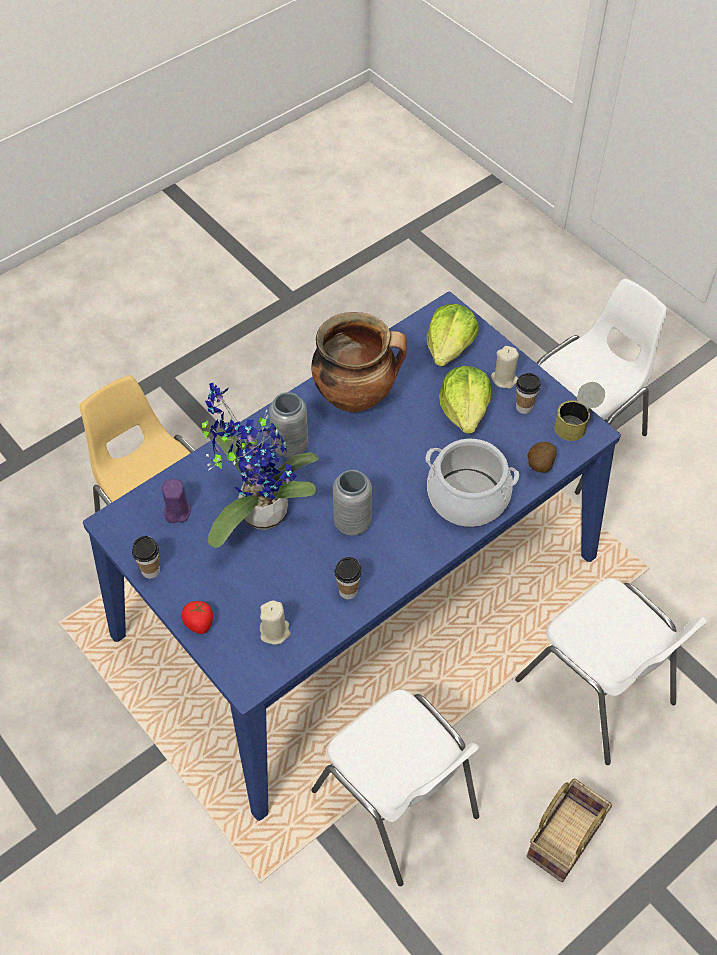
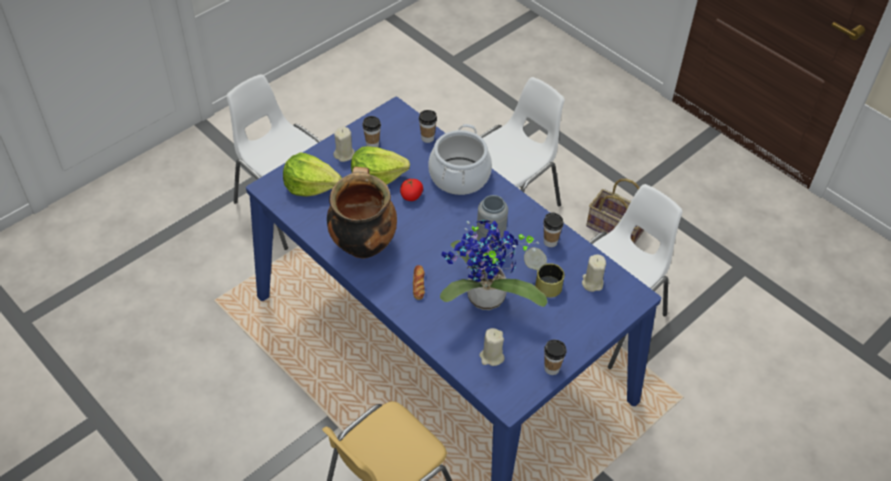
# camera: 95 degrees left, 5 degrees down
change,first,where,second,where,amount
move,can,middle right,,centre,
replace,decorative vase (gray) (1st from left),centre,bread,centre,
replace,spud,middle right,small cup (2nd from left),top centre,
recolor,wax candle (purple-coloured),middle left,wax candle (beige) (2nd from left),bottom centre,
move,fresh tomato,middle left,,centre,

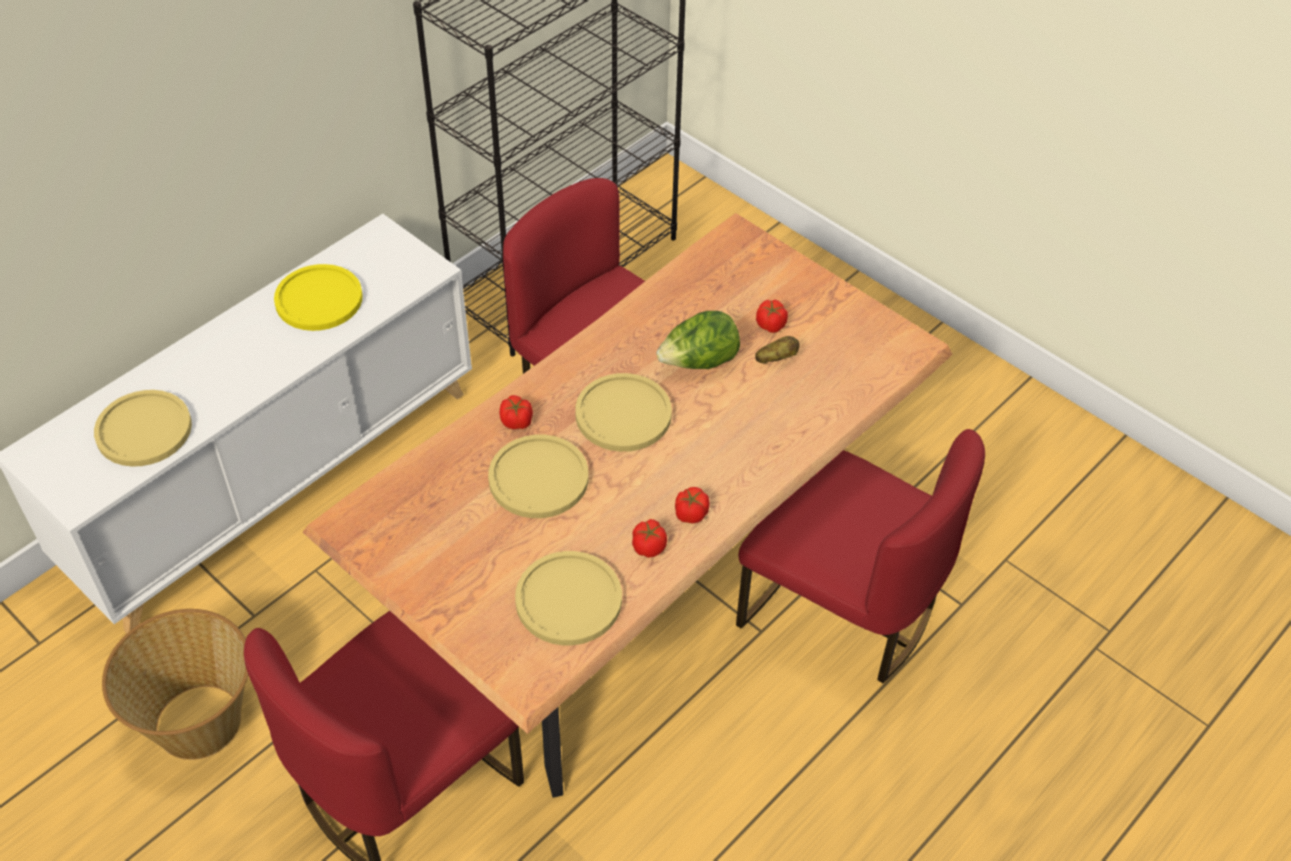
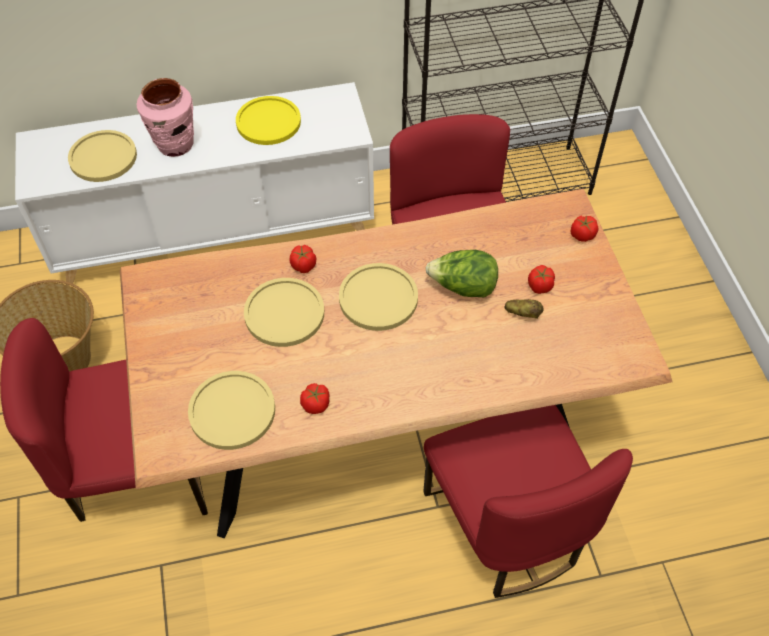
# camera: 35 degrees right, 5 degrees up
change,first,where,second,where,amount
move,fresh tomato (3rd from left in the first image),centre,fresh tomato (4th from left),middle right,
insert,,,decorative vase (pink-coloured),top left,

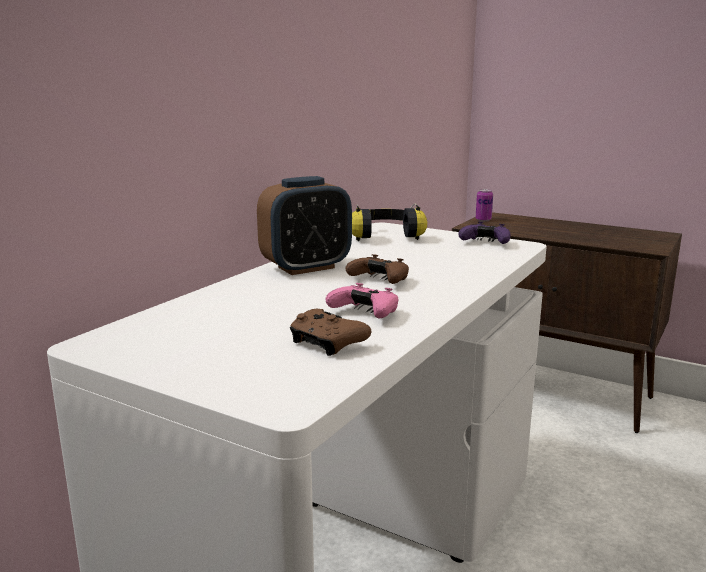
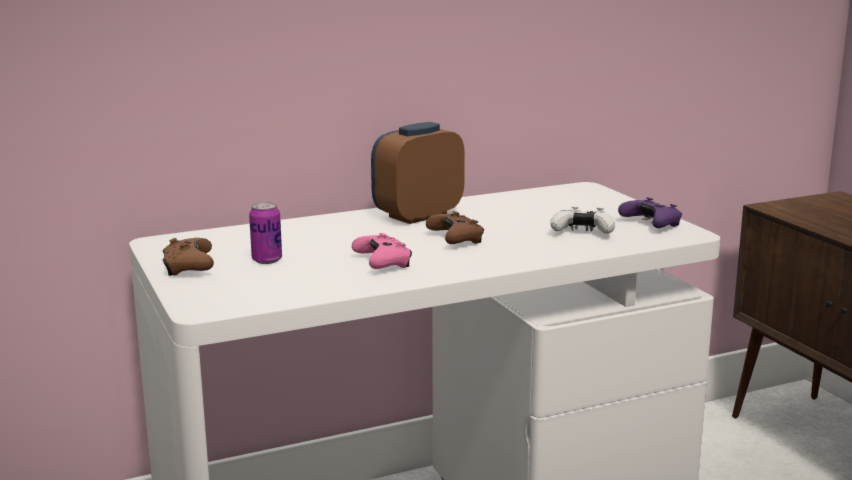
# camera: 35 degrees right, 0 degrees up
change,first,where,second,where,amount
rotate,alarm clock,centre,,centre,135 degrees clockwise
move,can,middle right,,middle left,
delete,headset,centre,,,
move,joypad (brown-coloured) (1st from left),centre,,middle left,
insert,,,joypad (white-coloured),middle right,

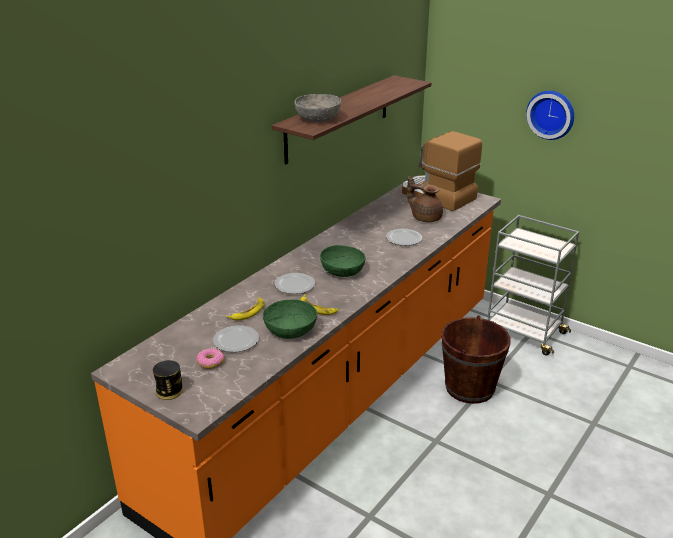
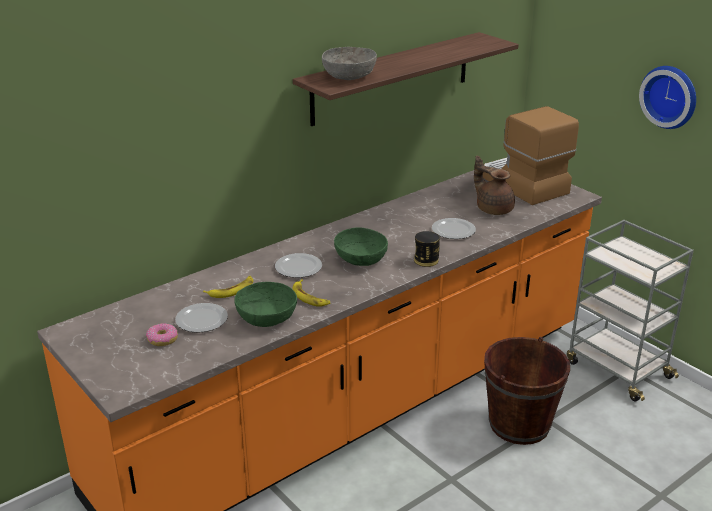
# camera: 15 degrees right, 0 degrees up
change,first,where,second,where,amount
move,can,bottom left,,centre,

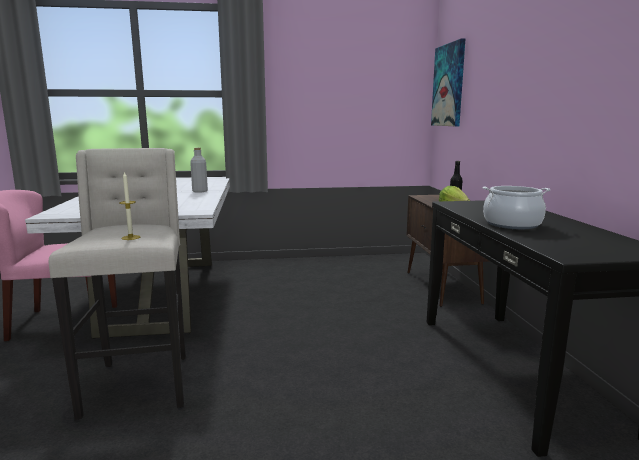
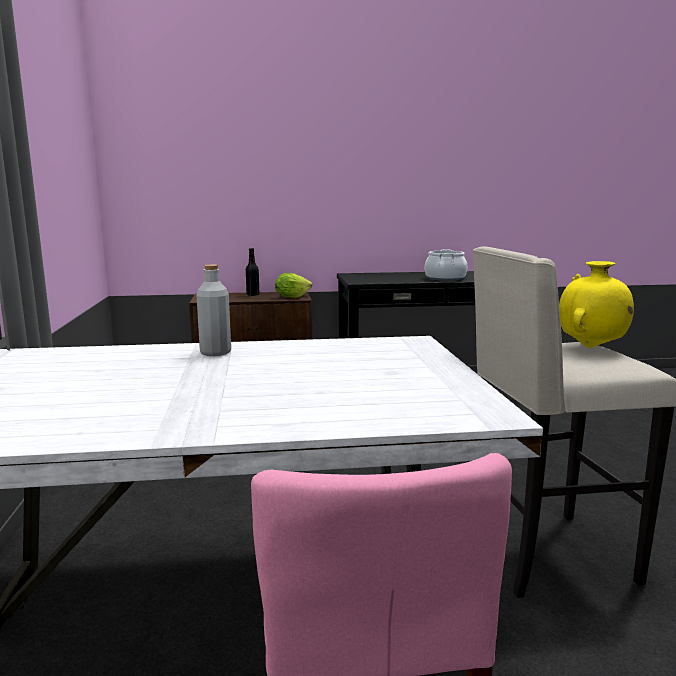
# camera: 90 degrees left, 0 degrees up
change,first,where,second,where,amount
delete,picture,top right,,,
replace,wax candle,middle left,decorative vase (yellow-coloured),middle right,

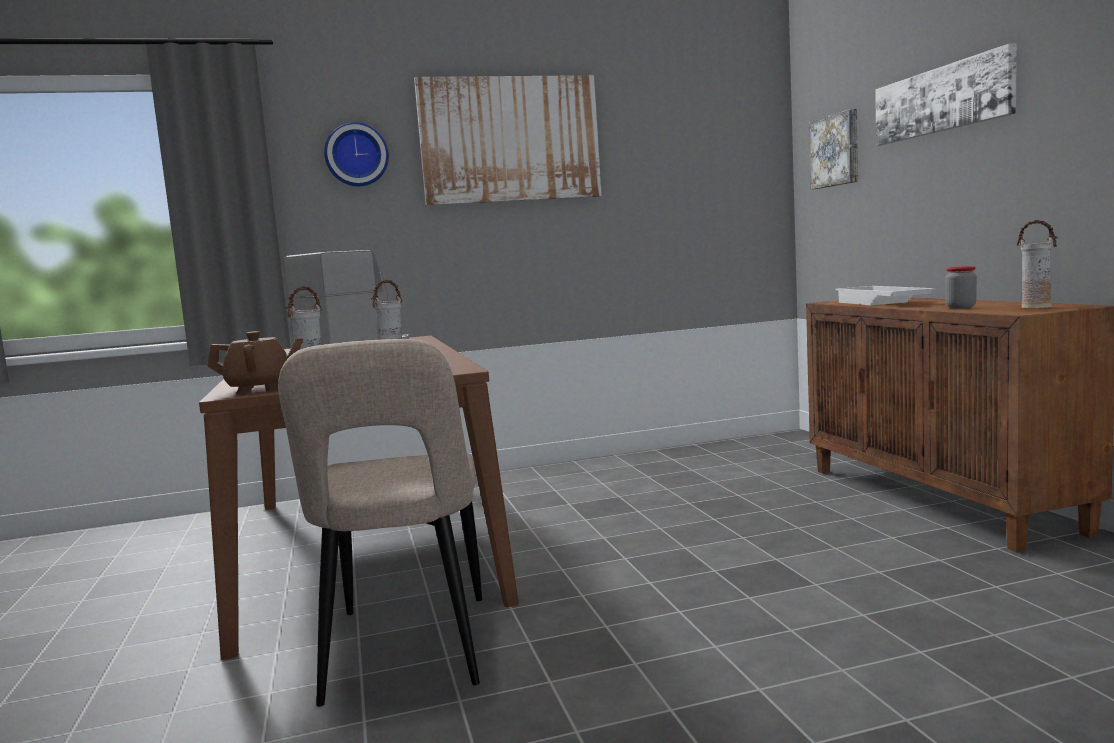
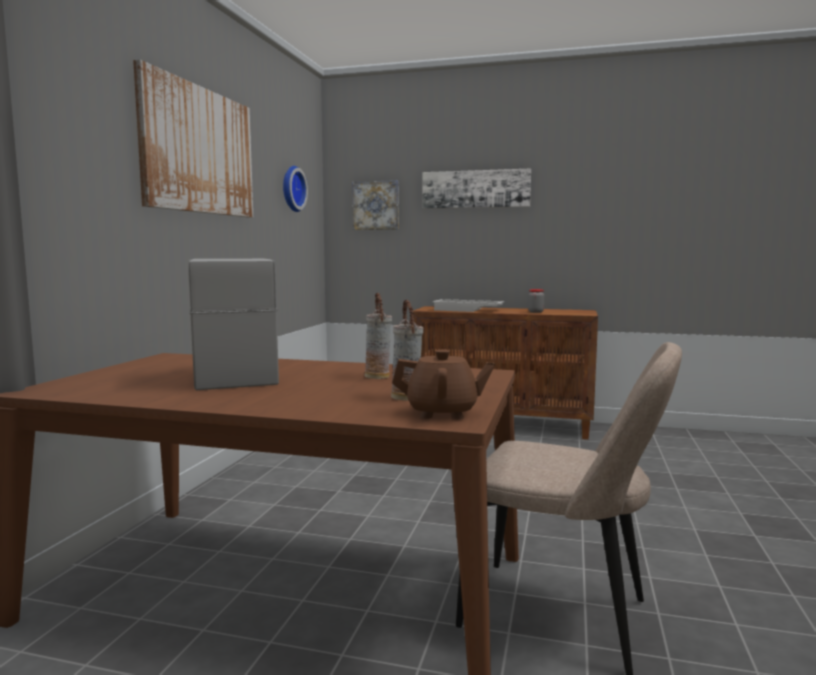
# camera: 60 degrees left, 0 degrees up
change,first,where,second,where,amount
move,clock on the wall,top left,,top centre,
delete,decorative vase (3rd from left),middle right,,,
rotate,teapot (brown-coloured),middle left,,centre,75 degrees clockwise

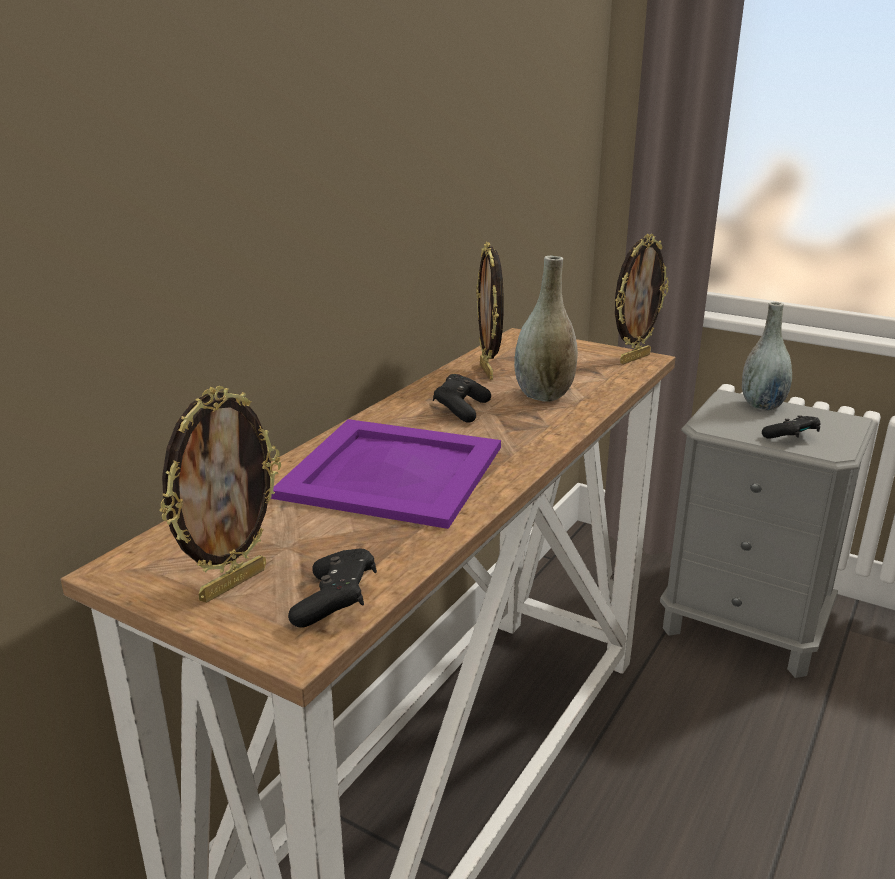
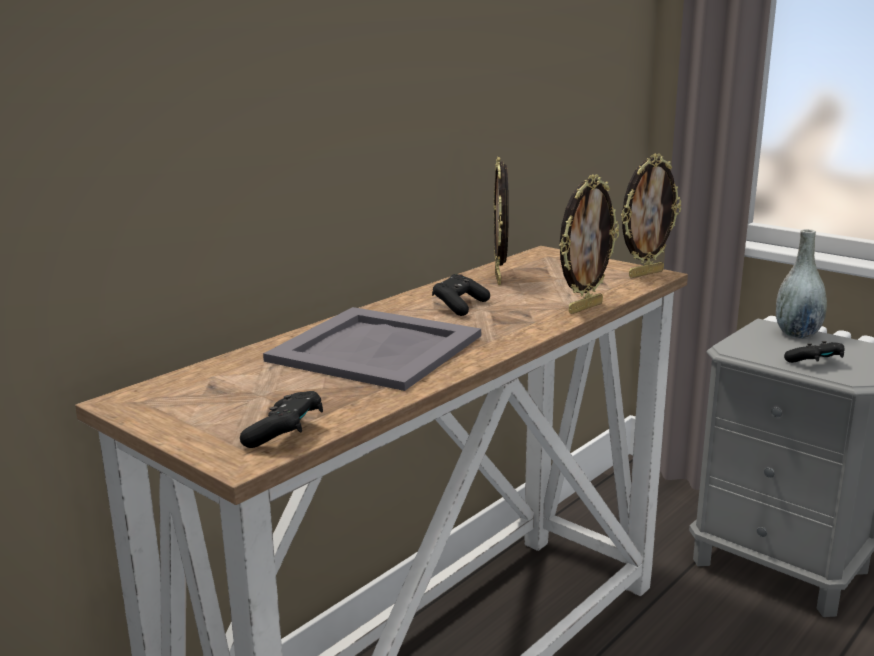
# camera: 10 degrees right, 5 degrees down
change,first,where,second,where,amount
delete,decorative vase (gray) (1st from left),centre,,,
move,standing frame (1st from left in the first image),middle left,standing frame (2nd from left),middle right,
recolor,tray (purple-coloured),centre,tray (gray),centre,

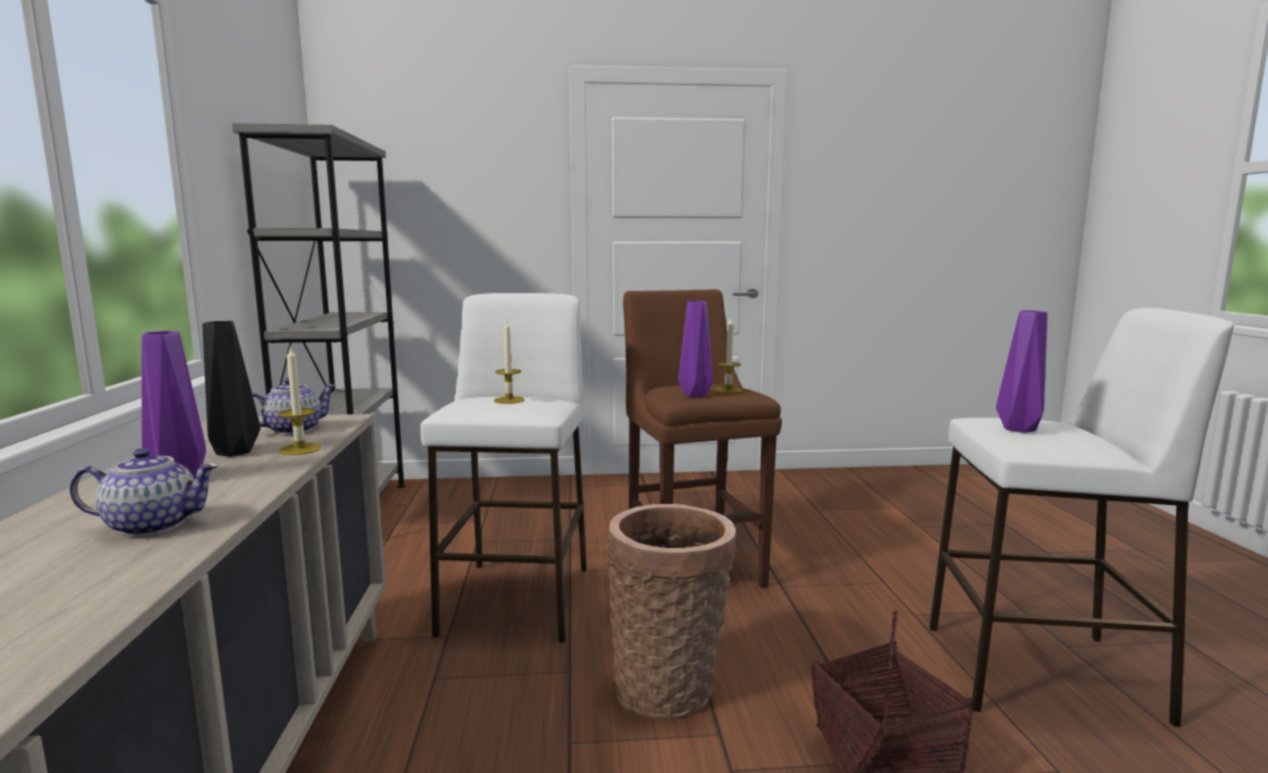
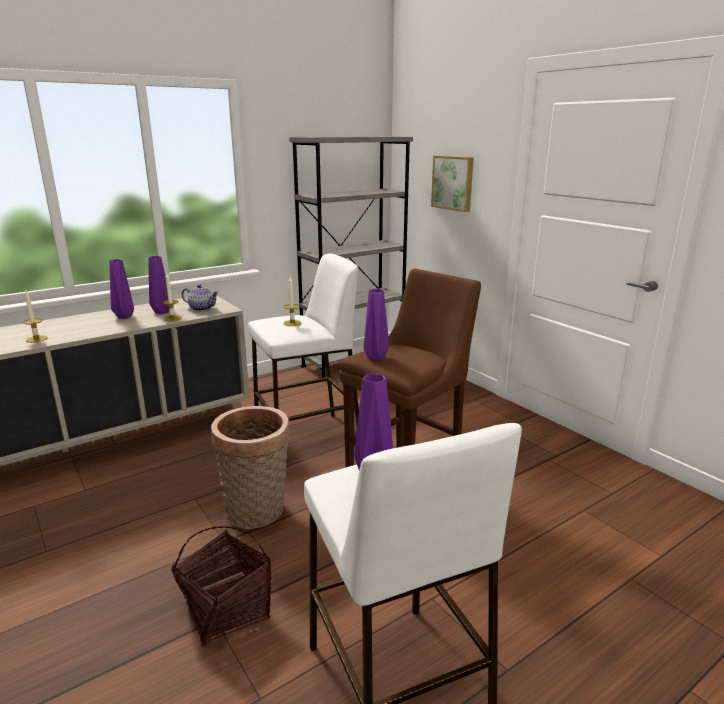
# camera: 60 degrees right, 10 degrees up
change,first,where,second,where,amount
move,wax candle (3rd from left in the first image),centre,wax candle (1st from left),middle left,
recolor,decorative vase (black),middle left,decorative vase (purple-coloured) (2nd from left),middle left,
delete,teapot (1st from left),middle left,,,
insert,,,picture,top centre,

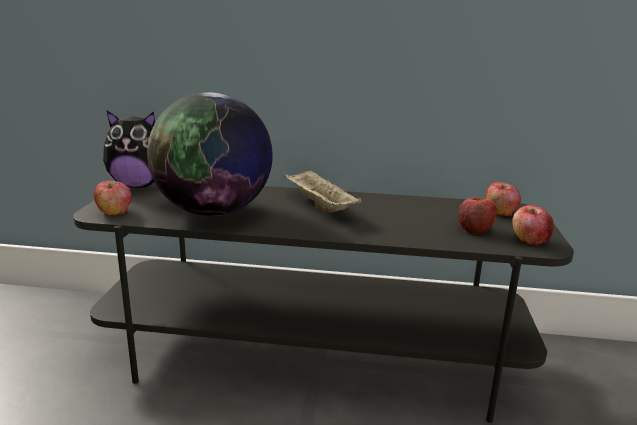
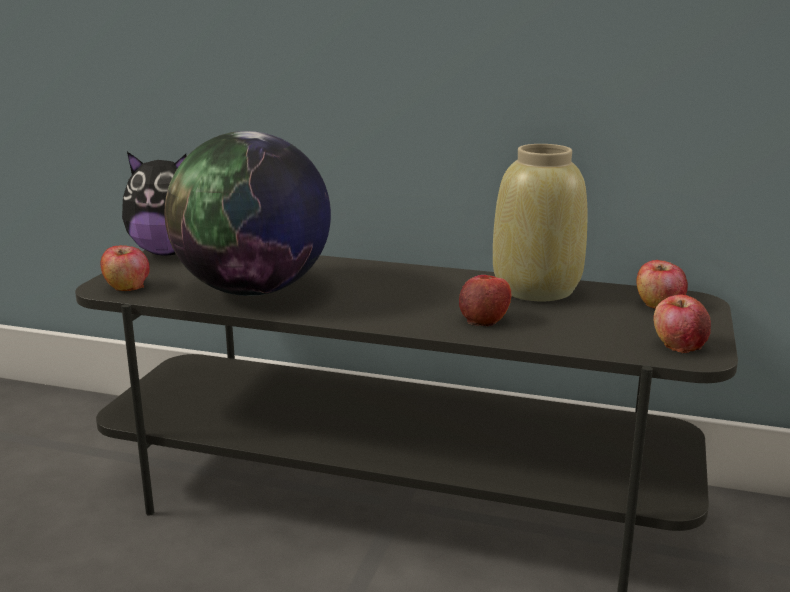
# camera: 10 degrees right, 0 degrees up
change,first,where,second,where,amount
delete,tray (beige),centre,,,
move,apple (2nd from left),middle right,,centre,
insert,,,decorative vase (beige),middle right,

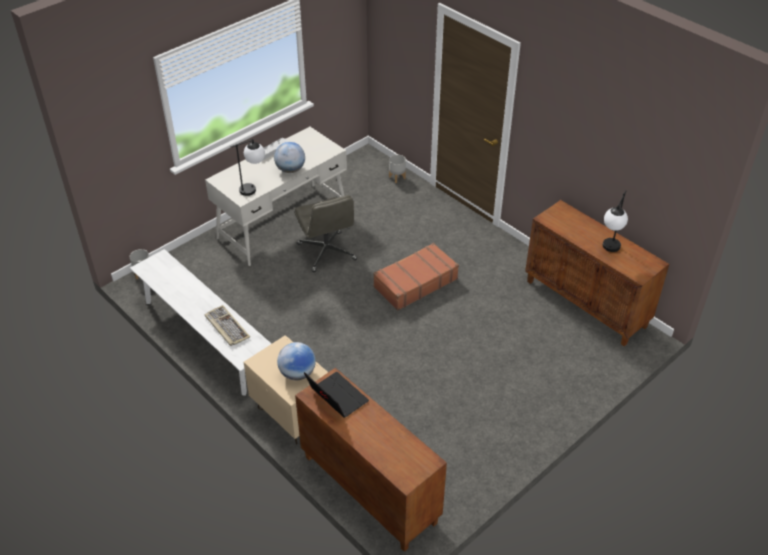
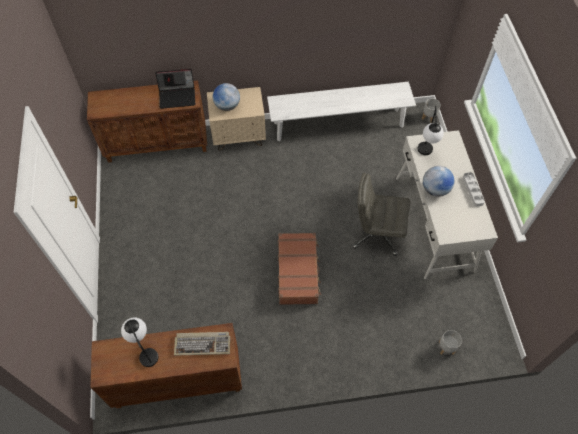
# camera: 125 degrees right, 15 degrees up
change,first,where,second,where,amount
move,computer keyboard,middle left,,bottom centre,

